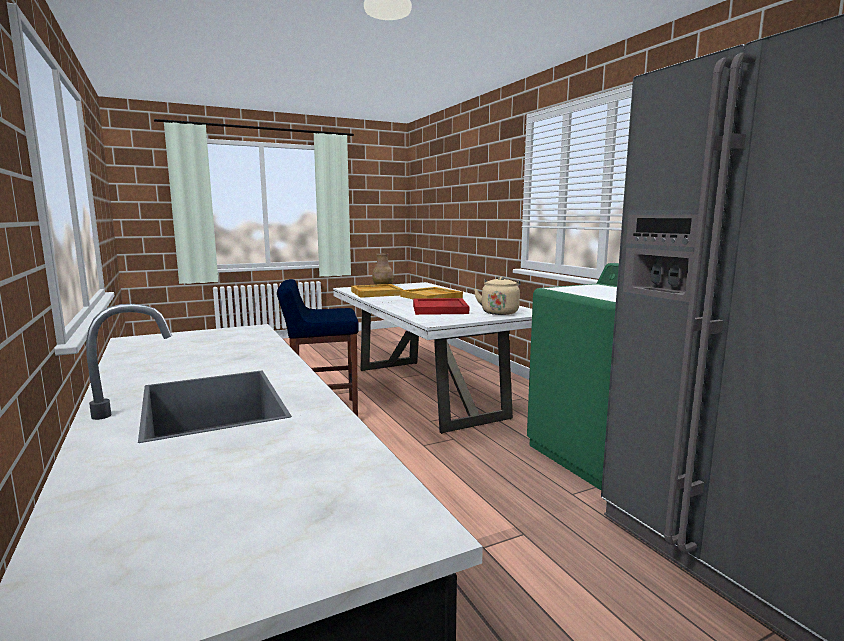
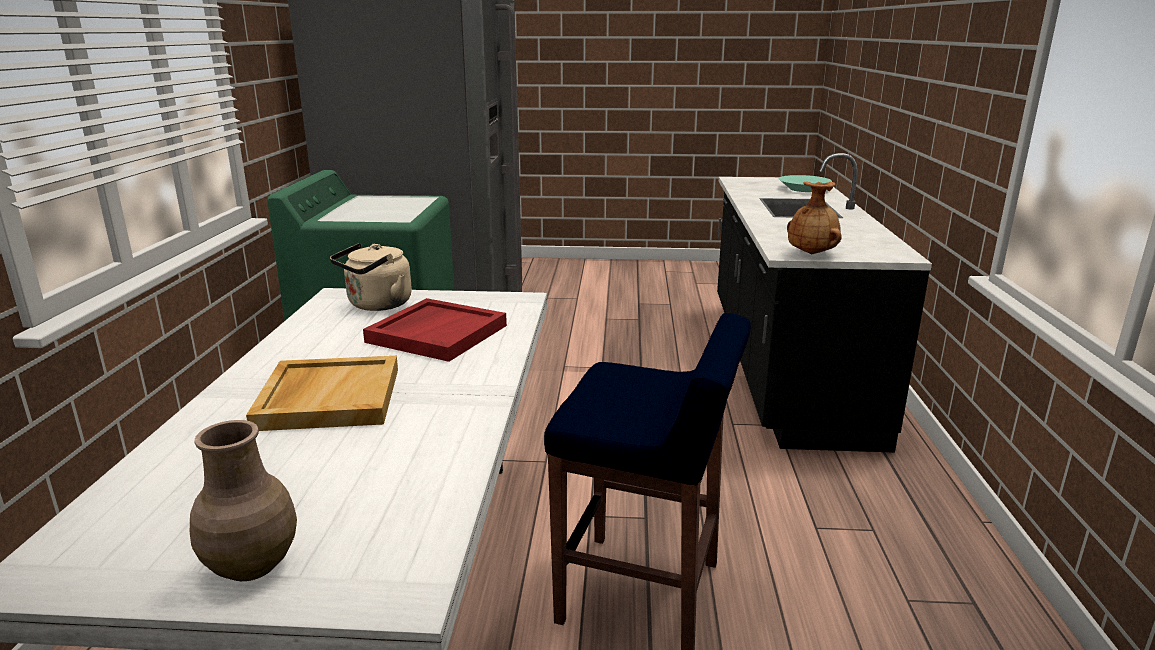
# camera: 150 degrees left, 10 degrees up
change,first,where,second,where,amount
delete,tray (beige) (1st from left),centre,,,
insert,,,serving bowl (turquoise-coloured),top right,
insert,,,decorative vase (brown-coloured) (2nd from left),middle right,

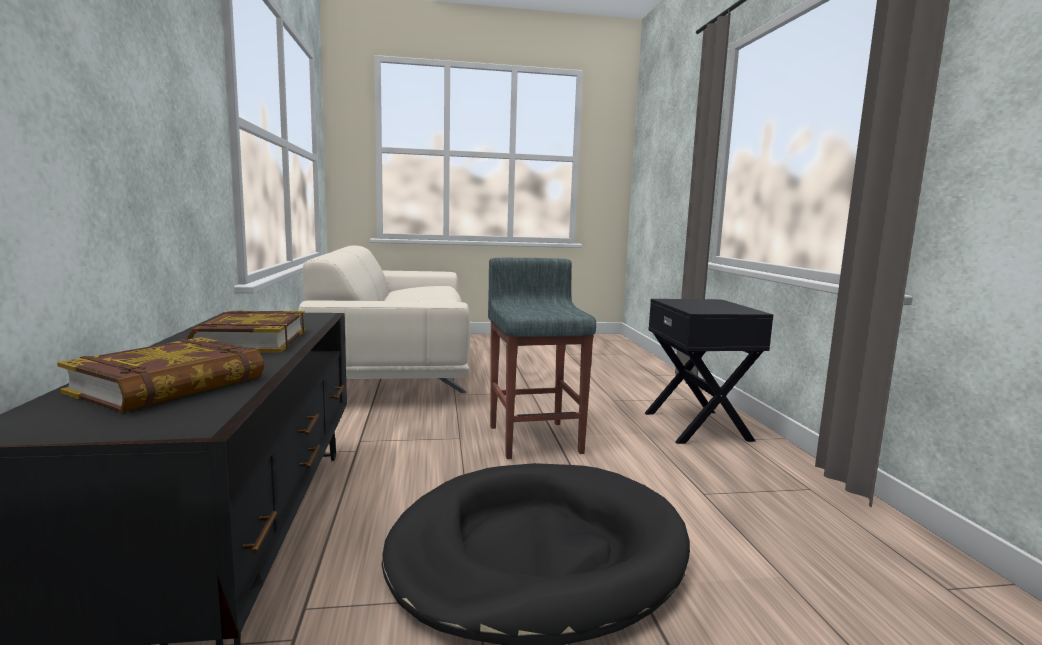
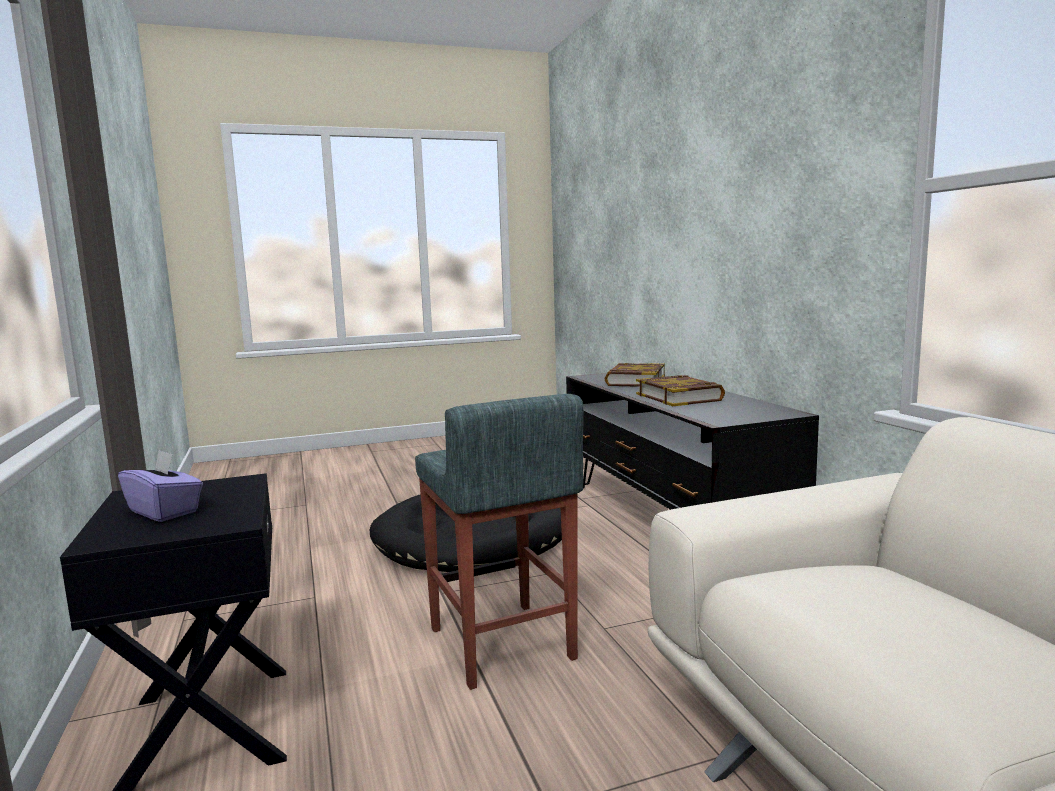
# camera: 170 degrees right, 0 degrees up
change,first,where,second,where,amount
insert,,,tissue box (purple-coloured),middle left,

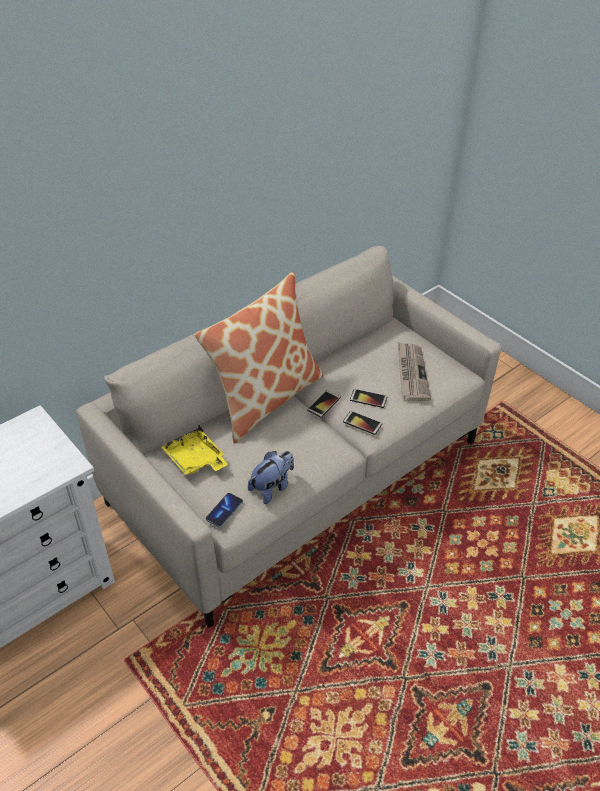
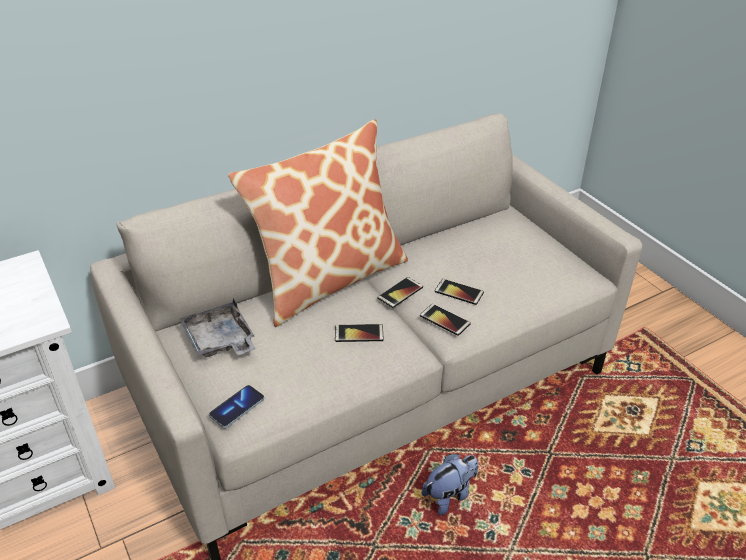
# camera: 10 degrees right, 5 degrees down
change,first,where,second,where,amount
delete,printed paper,middle right,,,
recolor,tray (yellow-coloured),middle left,tray (gray),middle left,
move,cuddly toy,centre,,bottom centre,
insert,,,phone (2nd from left),centre,

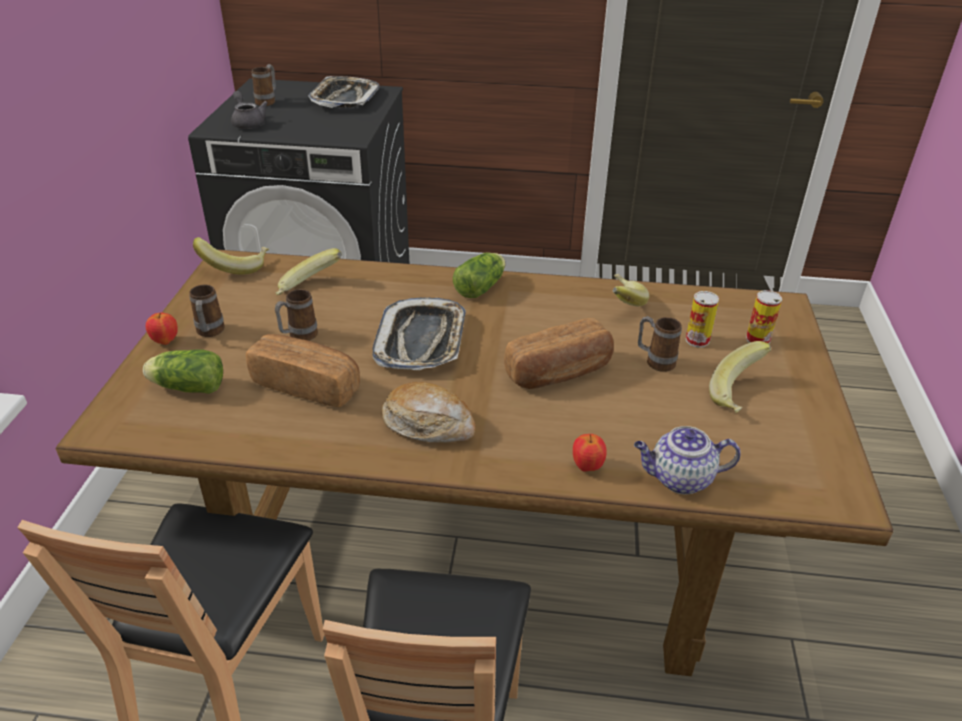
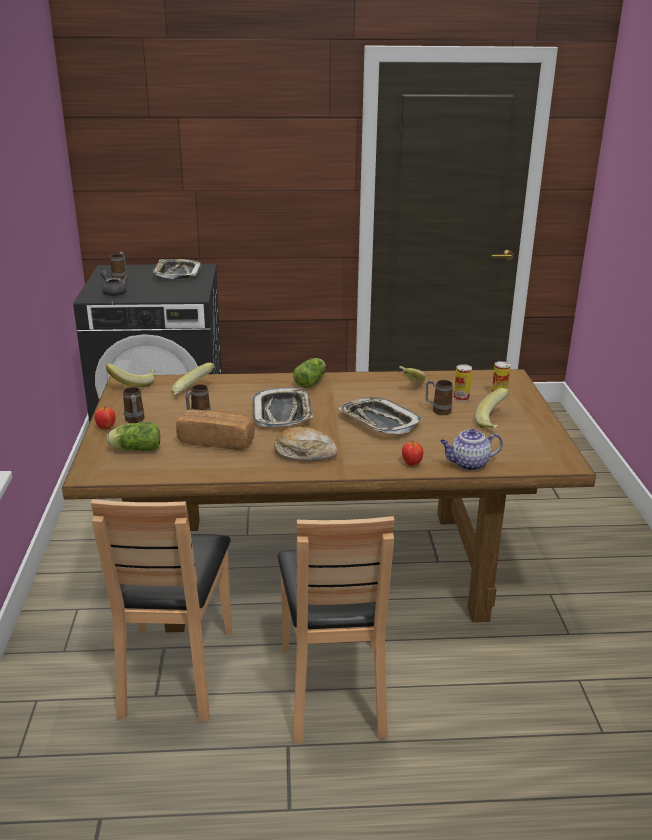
# camera: 10 degrees left, 10 degrees down
change,first,where,second,where,amount
replace,bread (3rd from left),centre,tray (3rd from left),centre,

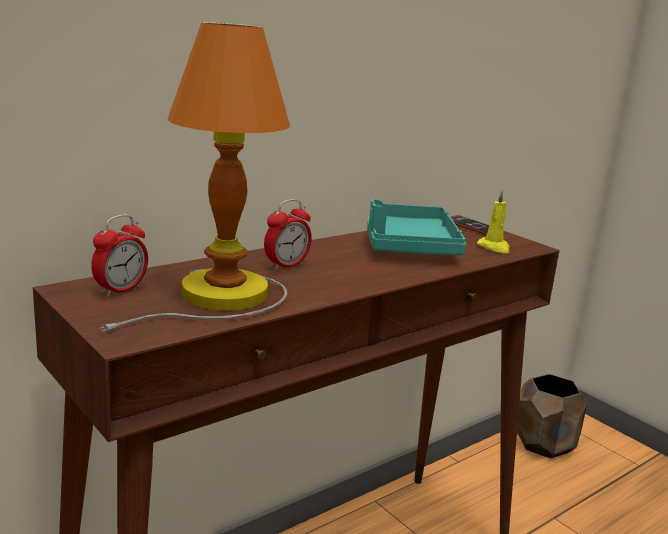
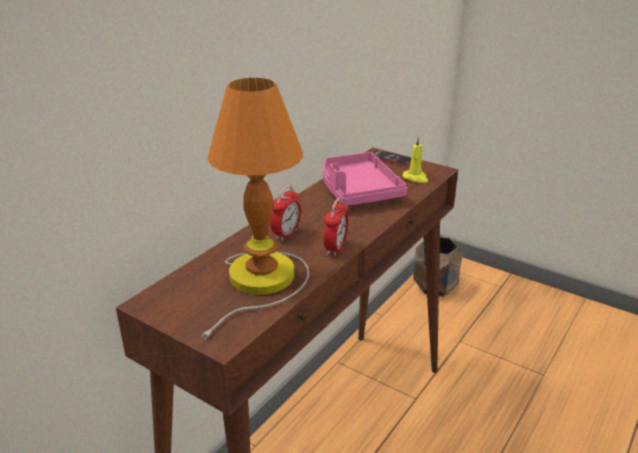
# camera: 15 degrees left, 10 degrees up
change,first,where,second,where,amount
recolor,tray (turquoise-coloured),centre,tray (pink-coloured),centre,
move,alarm clock (1st from left in the first image),middle left,alarm clock (2nd from left),centre,

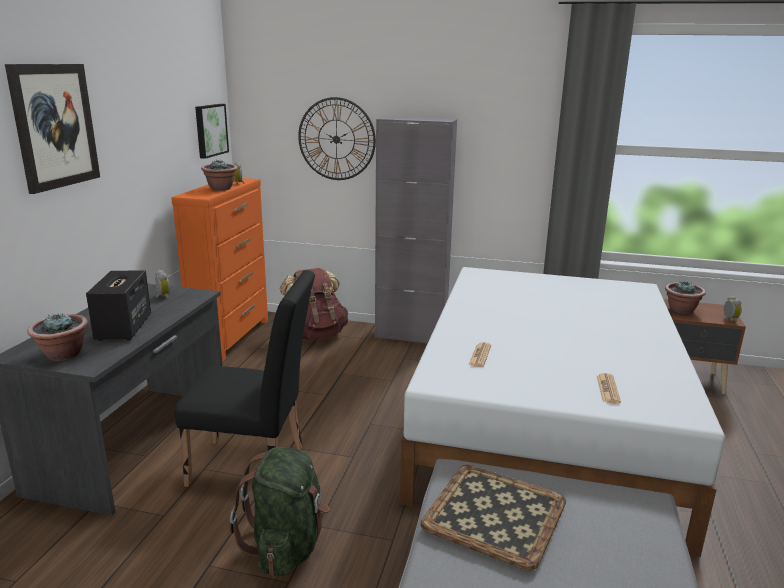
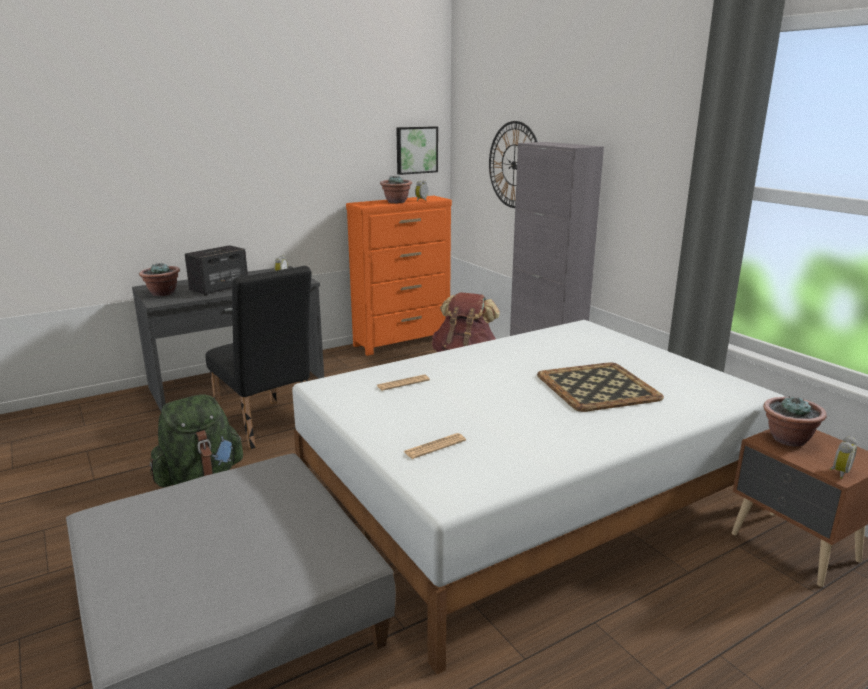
# camera: 45 degrees right, 0 degrees up
change,first,where,second,where,amount
delete,picture (1st from left),top left,,,
move,tray,bottom centre,,middle right,

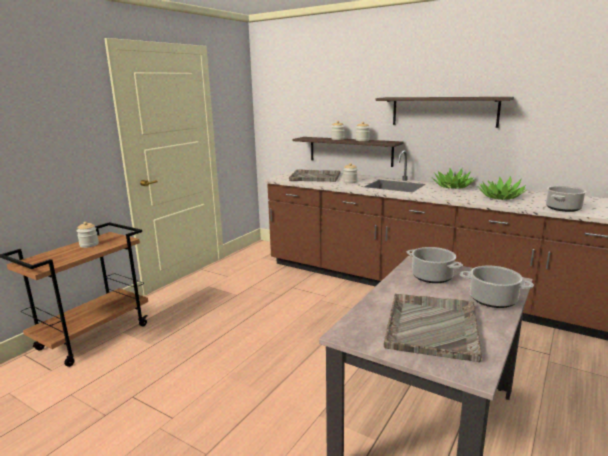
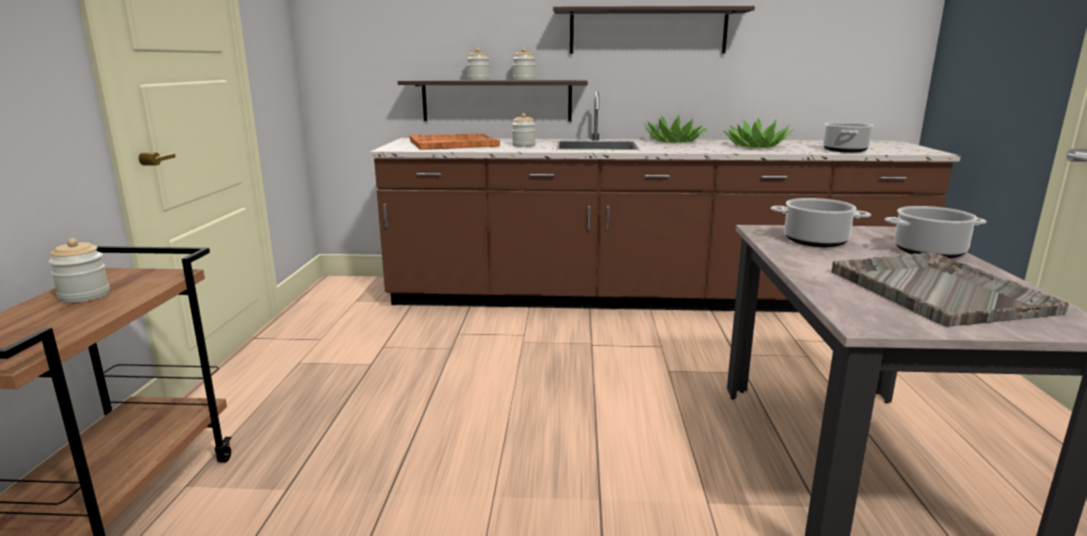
# camera: 30 degrees left, 0 degrees up
change,first,where,second,where,amount
recolor,tray (gray) (1st from left),centre,tray (orangey),top centre,

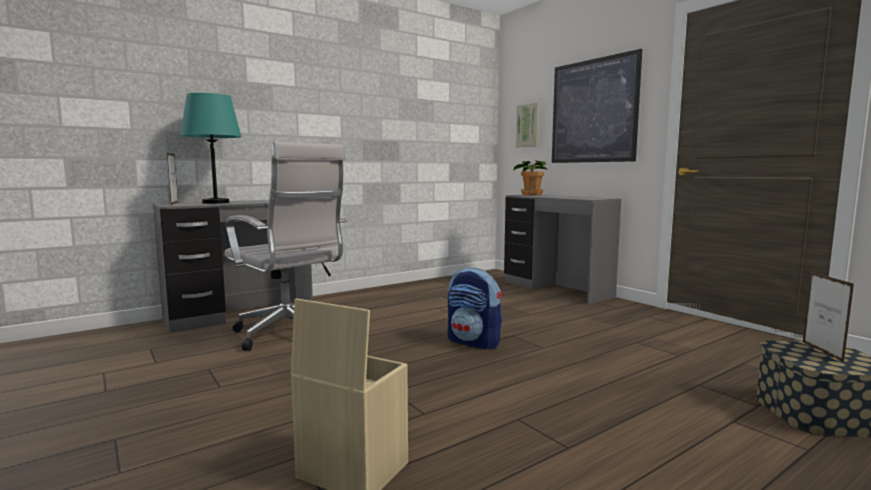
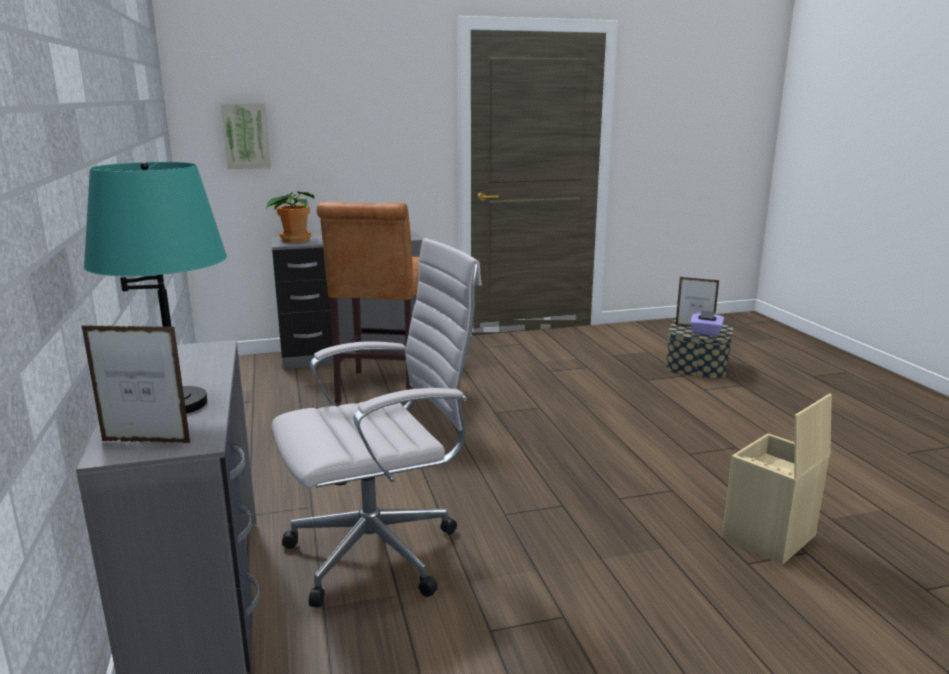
# camera: 70 degrees left, 10 degrees up
change,first,where,second,where,amount
delete,picture (2nd from left),top right,,,
delete,rucksack,centre,,,
insert,,,stool (brown-coloured),centre,
insert,,,tissue box (purple-coloured),middle right,

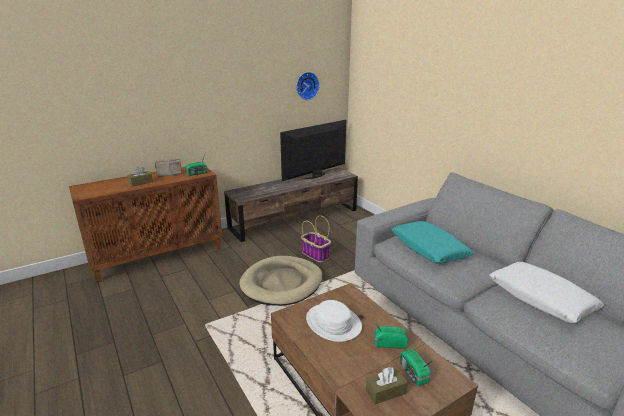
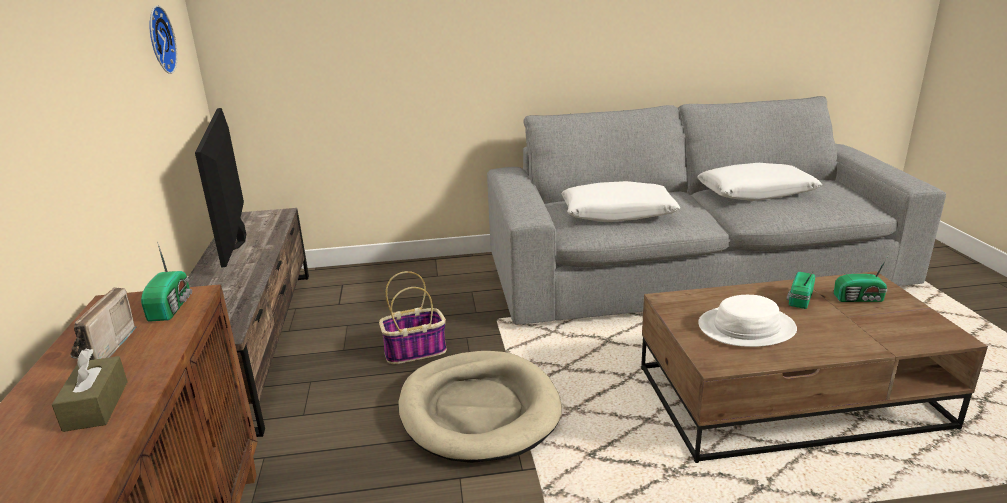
# camera: 65 degrees left, 0 degrees up
change,first,where,second,where,amount
recolor,pillow (turquoise-coloured),middle right,pillow (white-coloured) (1st from left),centre,
delete,tissue box (brown-coloured) (2nd from left),bottom centre,,,

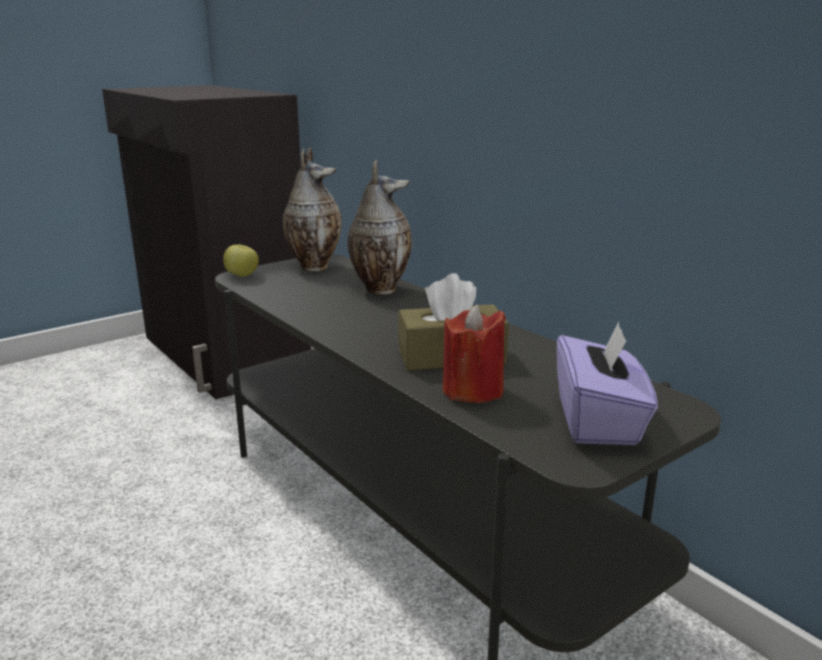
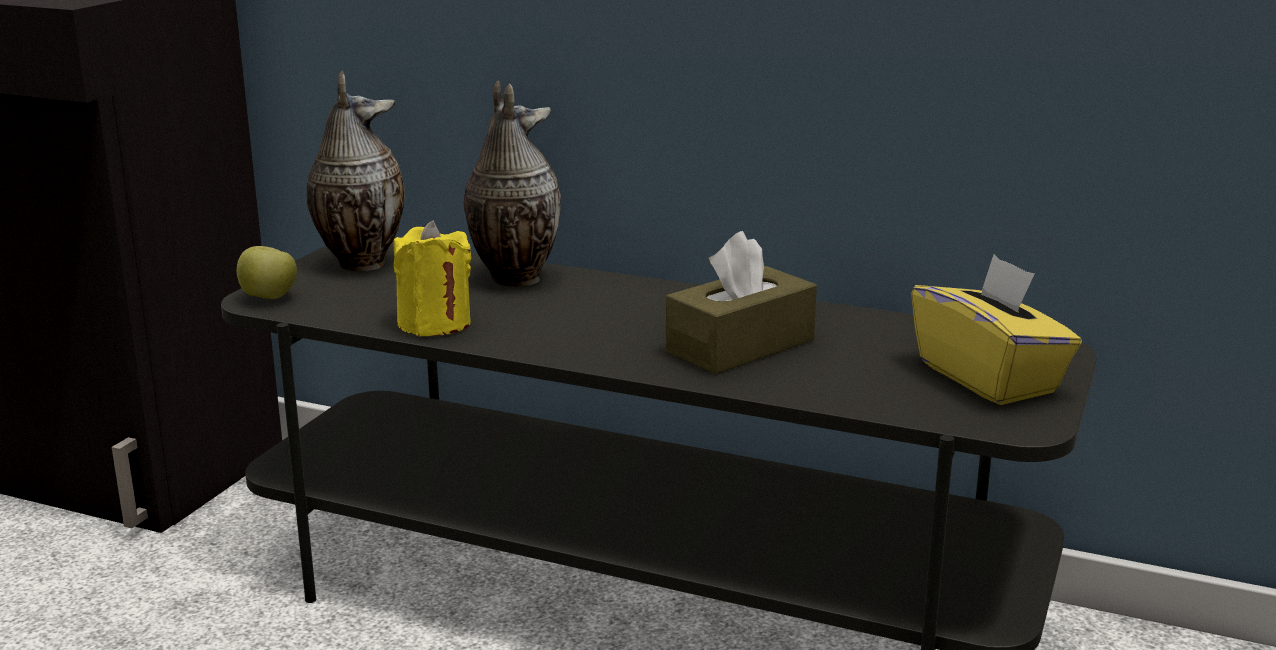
# camera: 30 degrees left, 0 degrees up
change,first,where,second,where,amount
delete,wax candle (reddish),centre,,,
recolor,tissue box (purple-coloured),middle right,tissue box (yellow-coloured),middle right,
insert,,,wax candle (yellow-coloured),centre,

